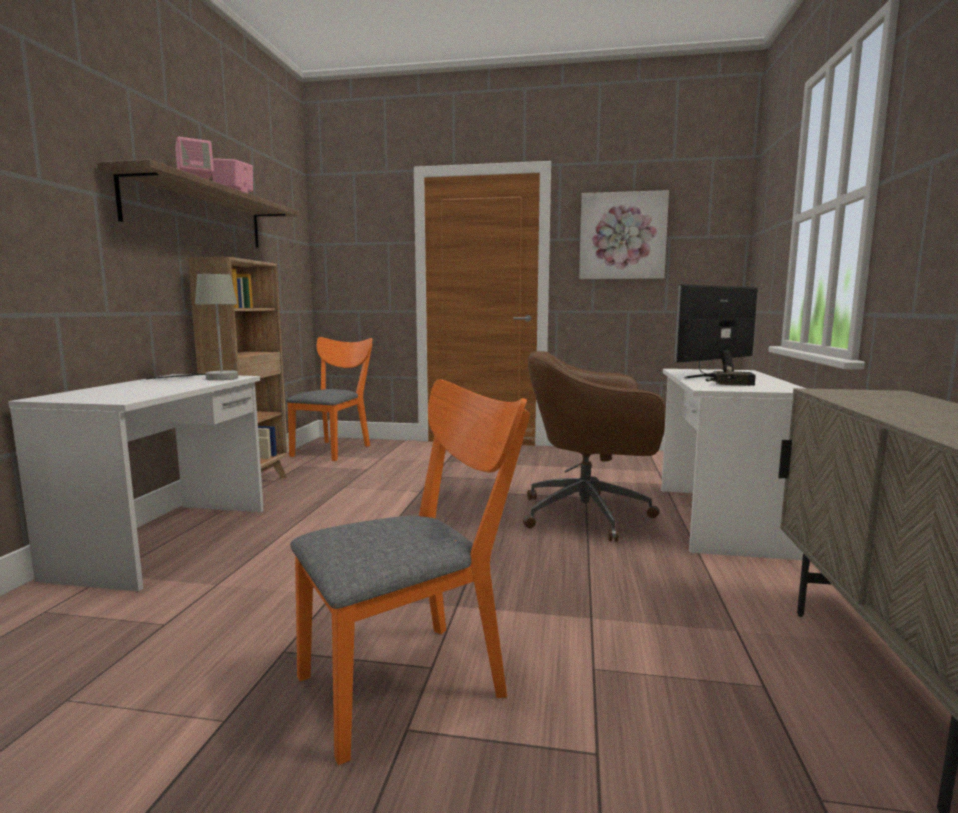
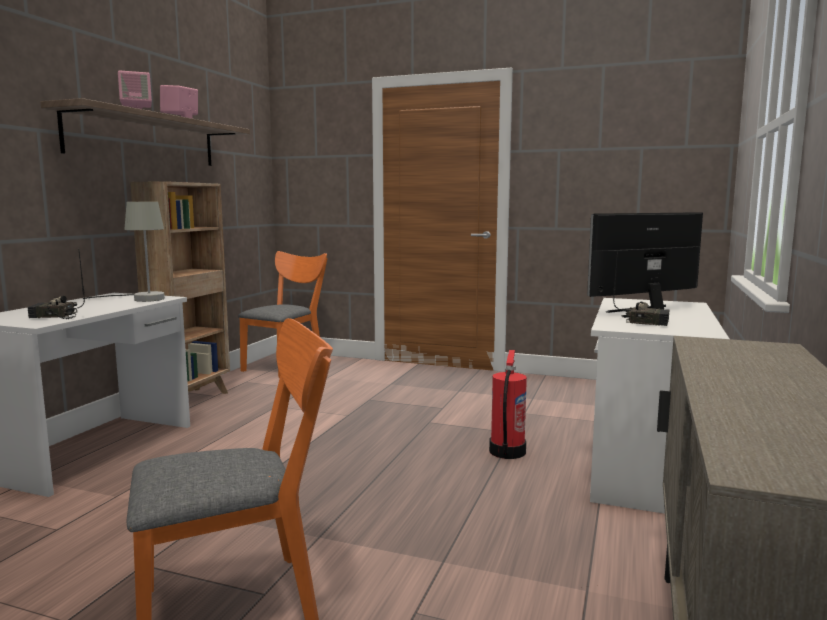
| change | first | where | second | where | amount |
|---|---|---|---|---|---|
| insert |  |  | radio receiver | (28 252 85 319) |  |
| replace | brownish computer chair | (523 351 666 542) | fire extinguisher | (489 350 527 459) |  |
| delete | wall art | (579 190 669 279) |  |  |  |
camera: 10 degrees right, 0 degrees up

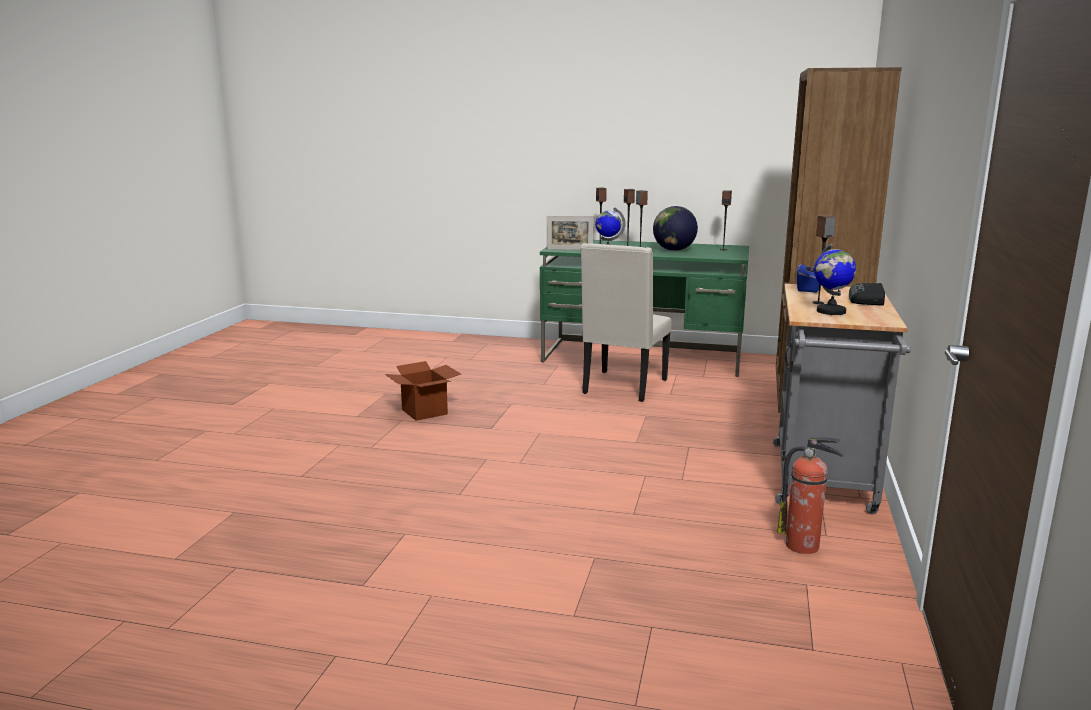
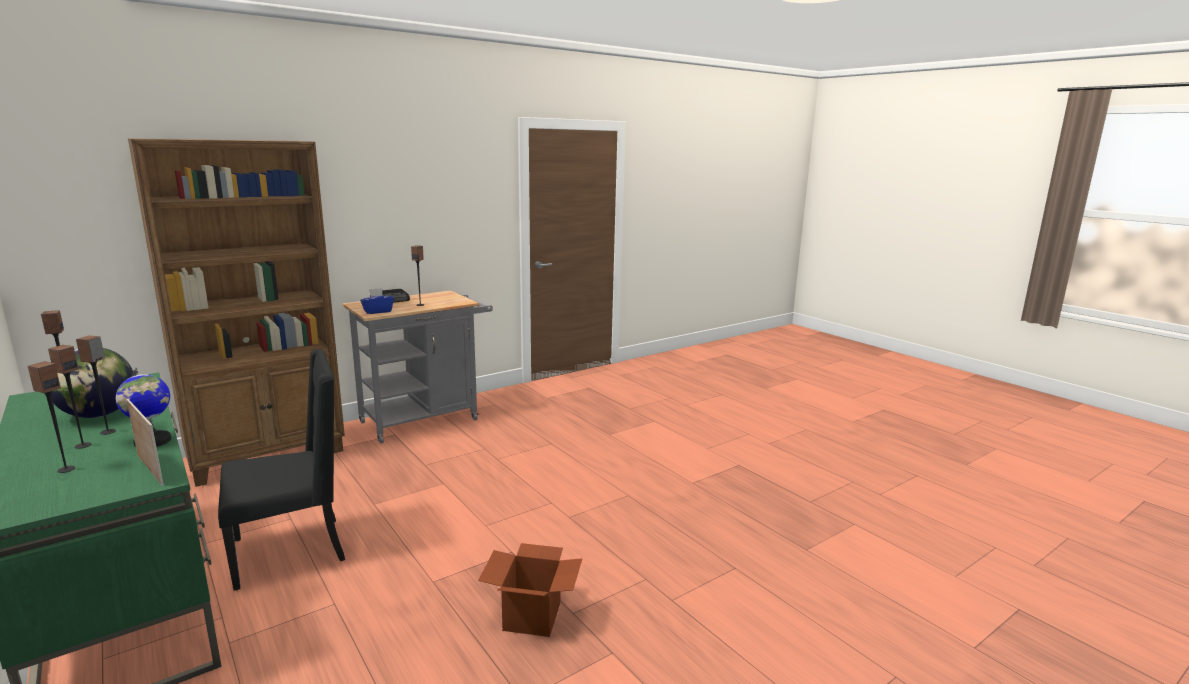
| change | first | where | second | where | amount |
|---|---|---|---|---|---|
| recolor | beige upright chair | (580 243 672 402) | black-coloured upright chair | (218 349 345 591) |  |
| delete | fire extinguisher | (777 437 843 554) |  |  |  |
| delete | desk globe | (814 243 856 315) |  |  |  |
camera: 140 degrees left, 0 degrees up

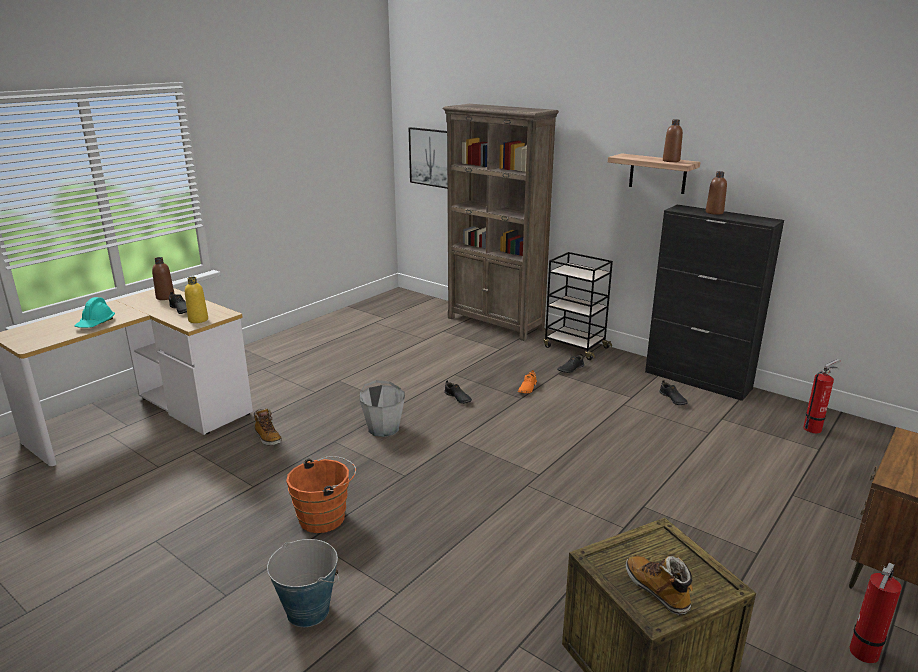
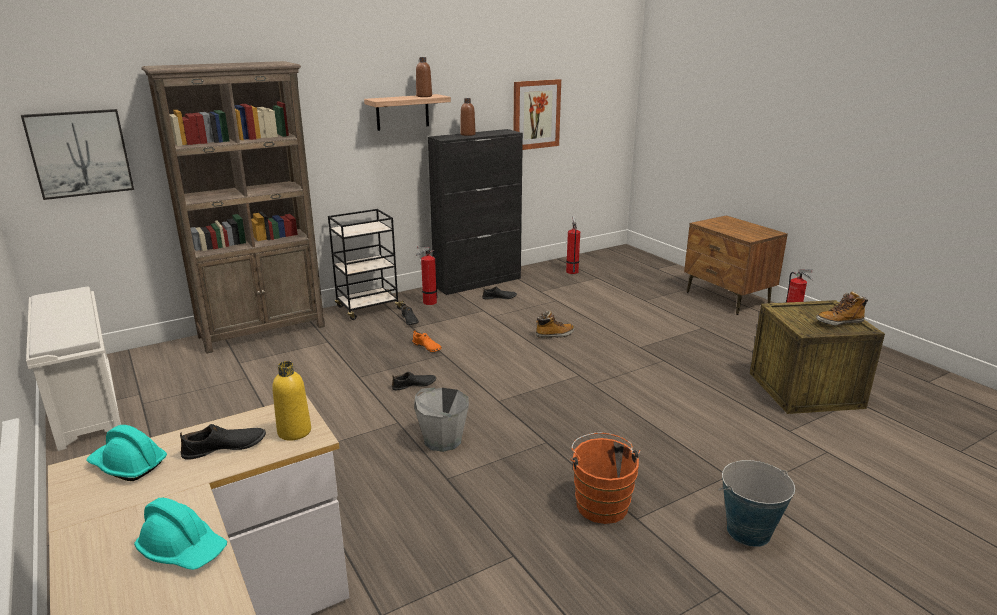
| change | first | where | second | where | amount |
|---|---|---|---|---|---|
| insert |  |  | white shoe rack | (26 287 121 451) |  |
| replace | brownish drink bottle | (152 257 175 300) | blue-green safety helmet | (86 425 167 481) |  |
| insert |  |  | fire extinguisher | (416 246 438 305) |  |
| insert |  |  | wall art | (513 79 561 150) |  |
| move | tall boot | (254 408 282 446) |  | (536 311 574 338) |  |
camera: 70 degrees left, 0 degrees up

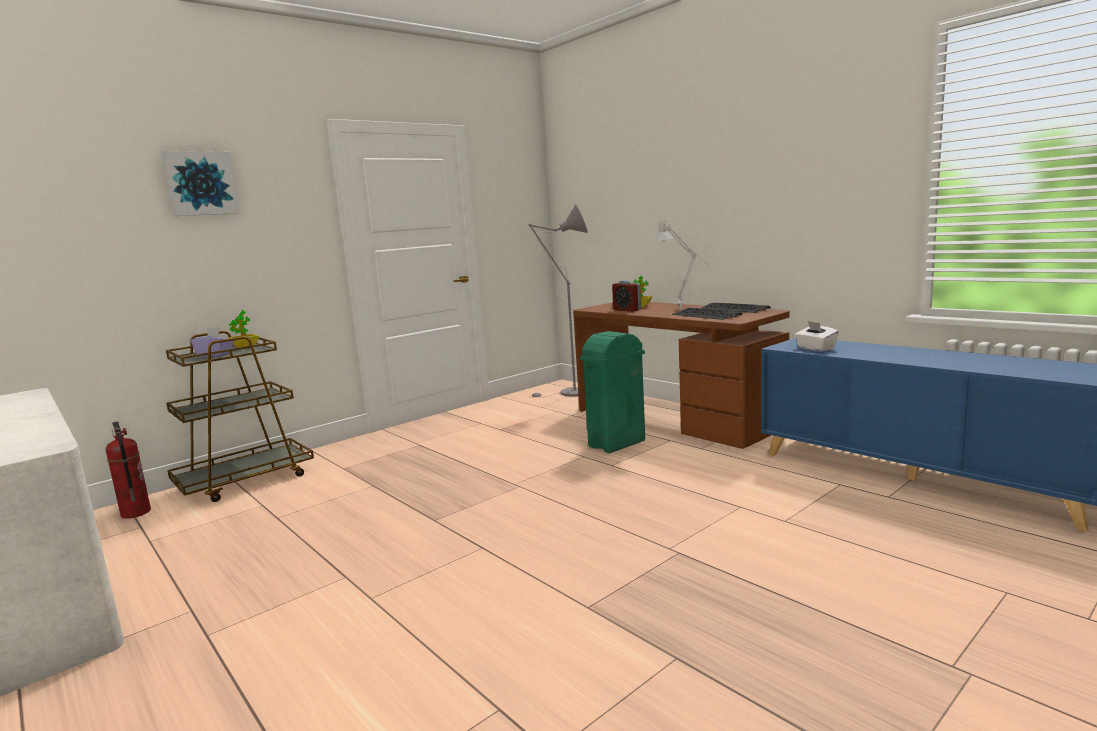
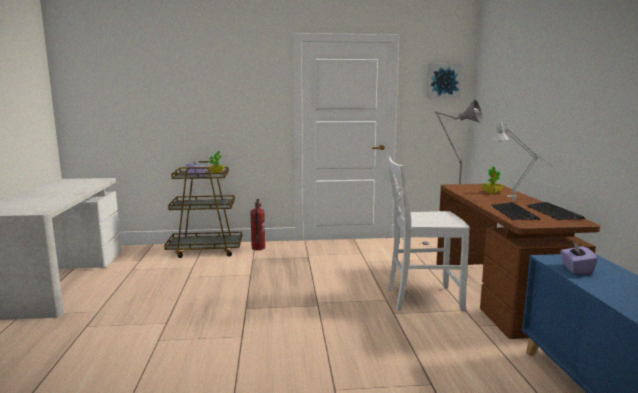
| change | first | where | second | where | amount |
|---|---|---|---|---|---|
| move | fire extinguisher | (106 421 151 519) |  | (250 199 265 250) |  |
| replace | green trash can | (580 331 645 453) | white upright chair | (388 156 470 311) |  |
| move | wall art | (161 151 240 216) |  | (427 63 463 99) |  |
| recolor | white tissue box | (795 321 839 351) | purple tissue box | (560 241 597 275) |  |
| delete | bedside clock | (612 280 641 312) |  |  |  |
camera: 35 degrees right, 0 degrees up

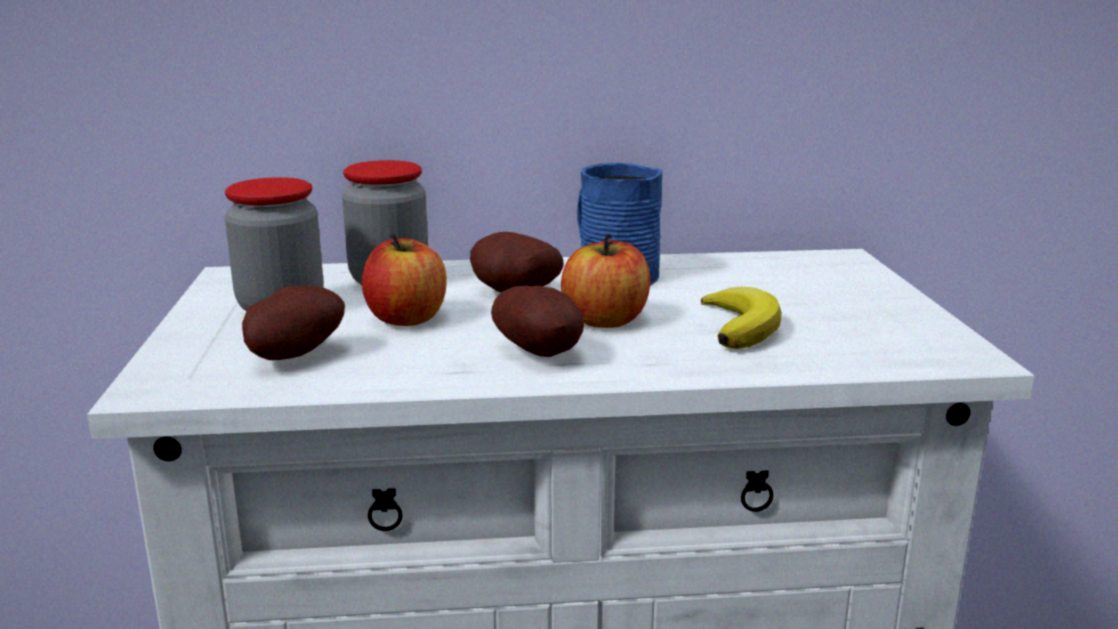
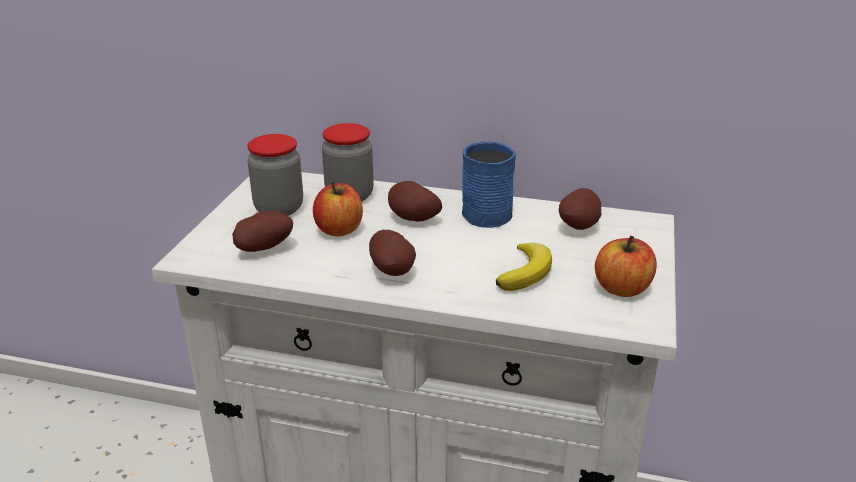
| change | first | where | second | where | amount |
|---|---|---|---|---|---|
| insert |  |  | potato | (559 188 602 230) |  |
| move | apple fruit | (561 234 651 328) |  | (595 236 657 297) |  |
camera: 20 degrees right, 10 degrees up

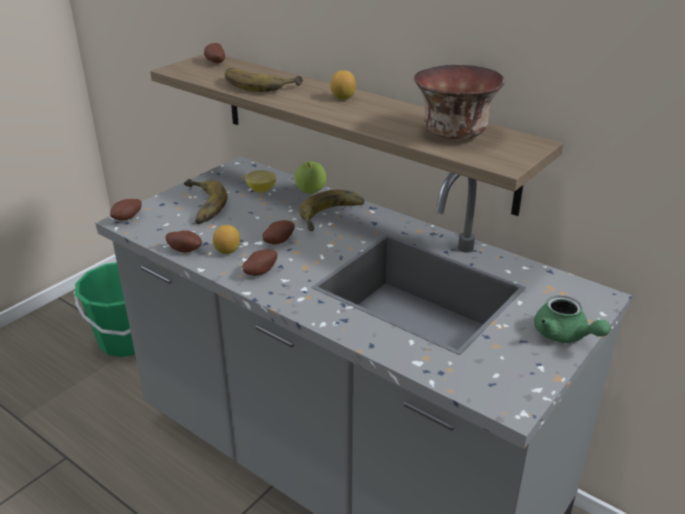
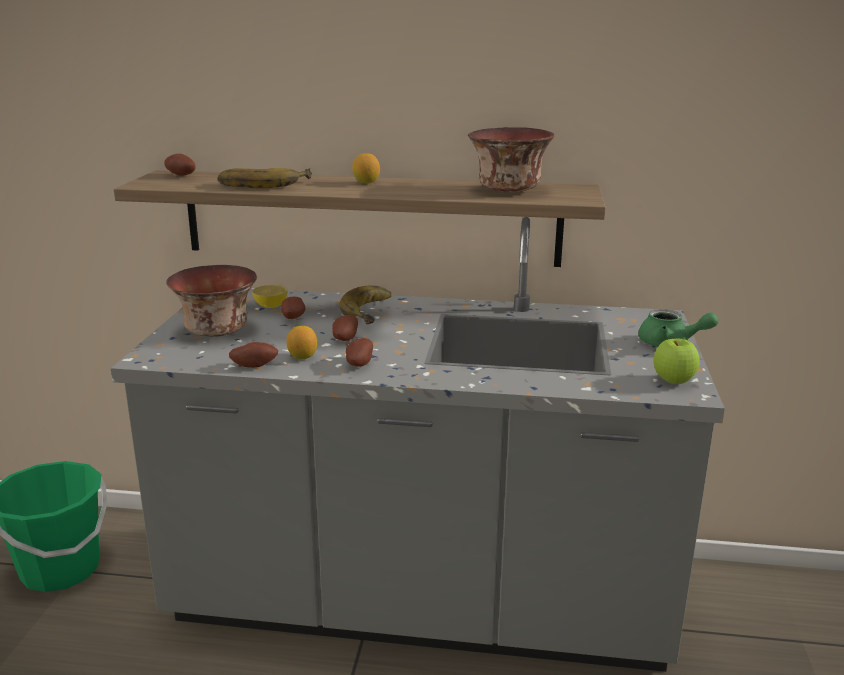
| change | first | where | second | where | amount |
|---|---|---|---|---|---|
| replace | banana | (184 179 227 224) | bowl | (166 265 257 337) |  |
| move | potato | (110 199 142 220) |  | (281 297 305 319) |  |
| move | apple fruit | (295 161 326 194) |  | (653 339 700 384) |  |
camera: 30 degrees left, 10 degrees down

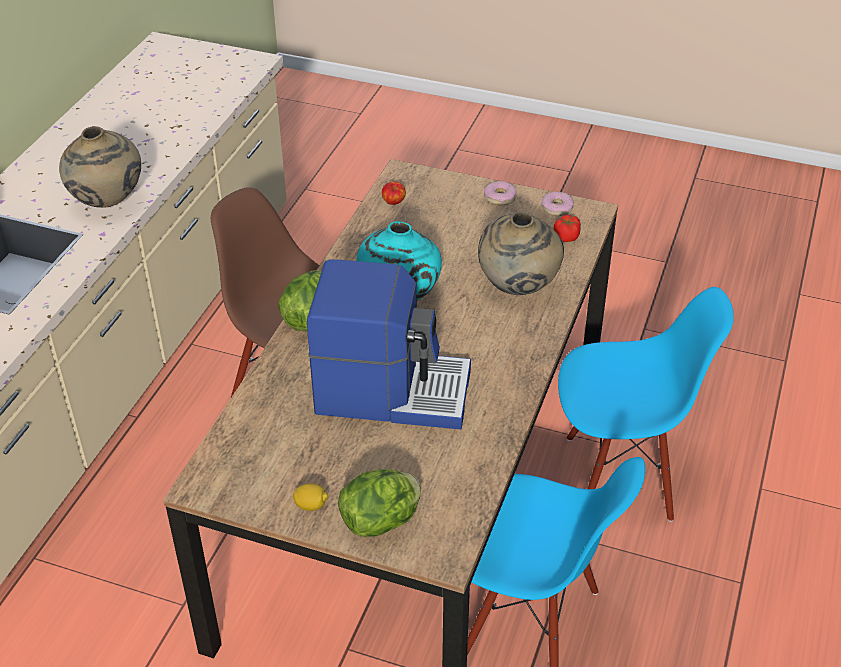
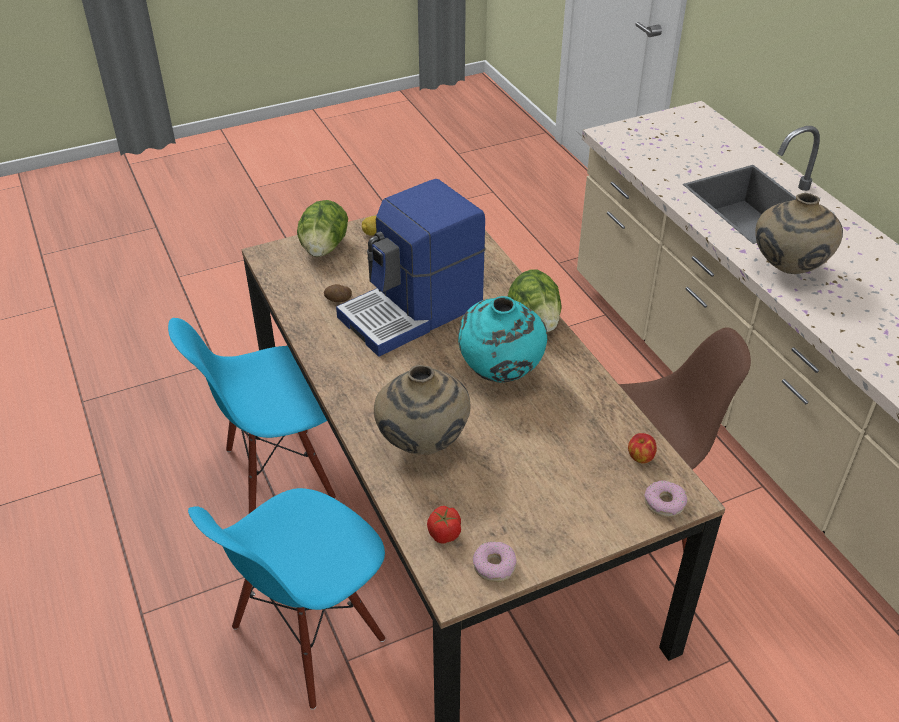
| change | first | where | second | where | amount |
|---|---|---|---|---|---|
| insert |  |  | potato | (324 284 352 302) |  |
| move | doughnut | (484 181 517 206) |  | (644 480 687 517) |  |
camera: 135 degrees right, 0 degrees up

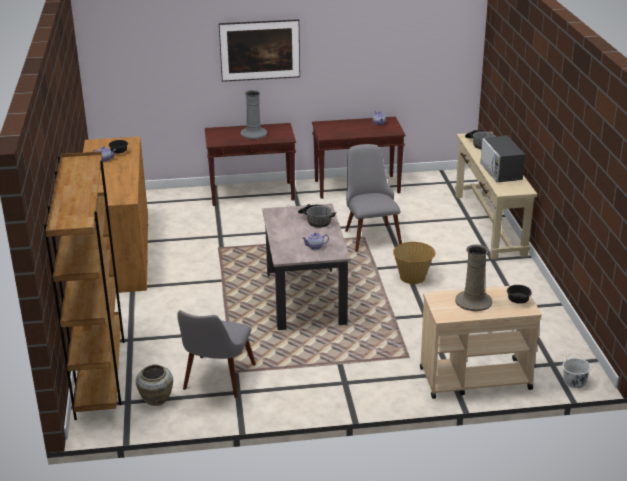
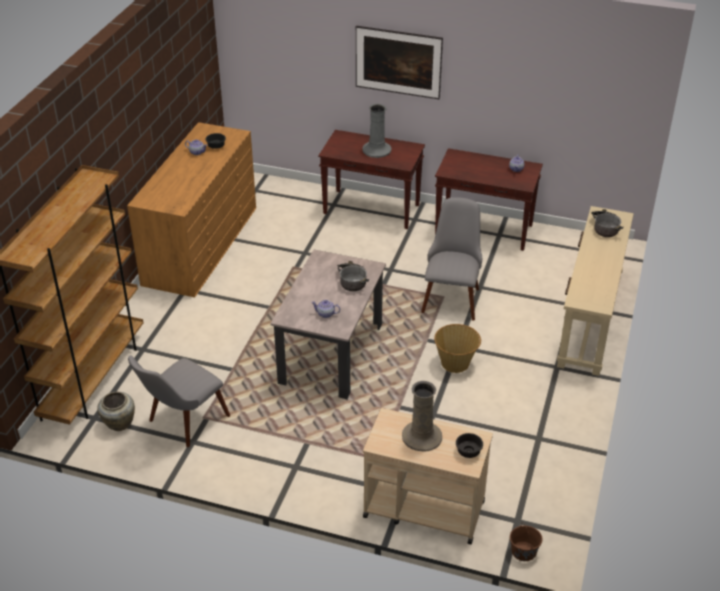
| change | first | where | second | where | amount |
|---|---|---|---|---|---|
| recolor | white water bucket | (562 353 591 388) | brownish water bucket | (510 524 543 561) |  |
| delete | microwave | (480 136 525 182) |  |  |  |
camera: 25 degrees right, 10 degrees up

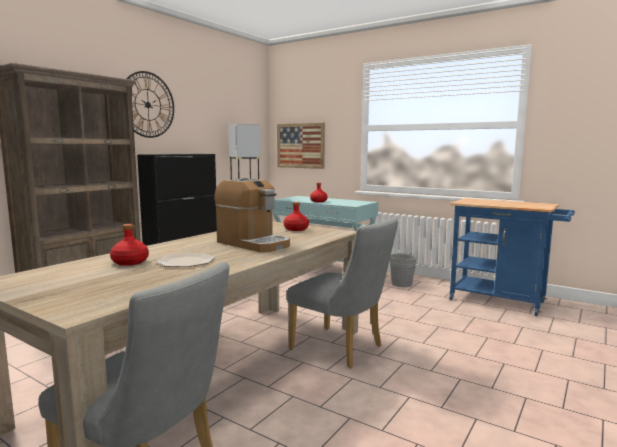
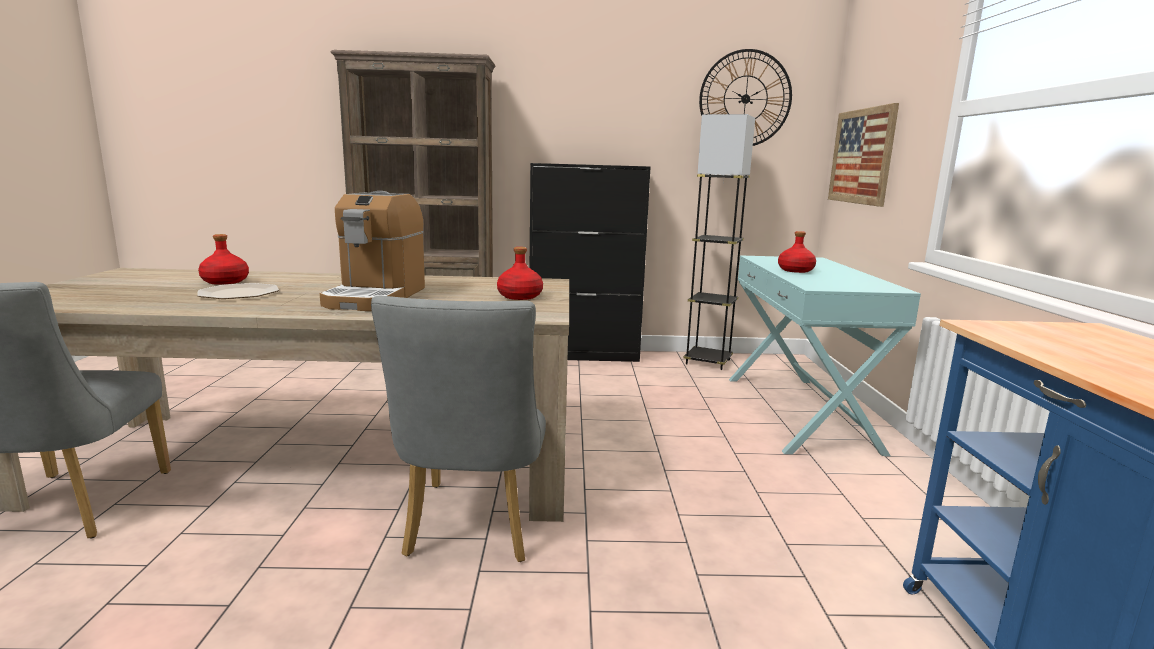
| change | first | where | second | where | amount |
|---|---|---|---|---|---|
| move | hanging clock | (126 71 174 138) |  | (699 49 792 146) |  |
| delete | grey water bucket | (390 253 417 287) |  |  |  |
camera: 55 degrees right, 5 degrees up

